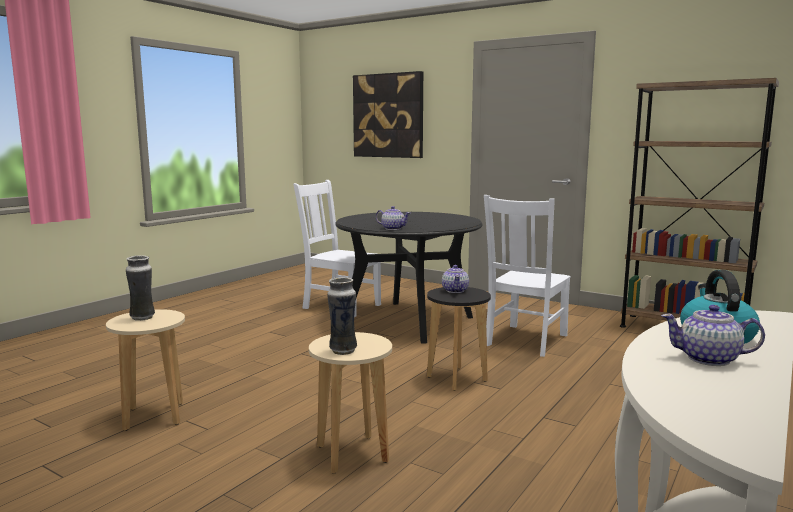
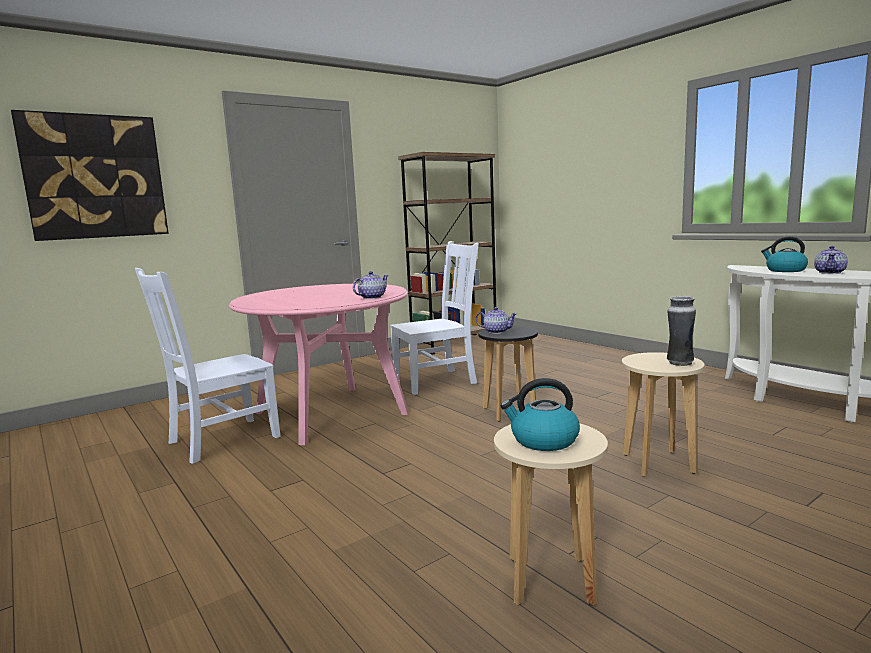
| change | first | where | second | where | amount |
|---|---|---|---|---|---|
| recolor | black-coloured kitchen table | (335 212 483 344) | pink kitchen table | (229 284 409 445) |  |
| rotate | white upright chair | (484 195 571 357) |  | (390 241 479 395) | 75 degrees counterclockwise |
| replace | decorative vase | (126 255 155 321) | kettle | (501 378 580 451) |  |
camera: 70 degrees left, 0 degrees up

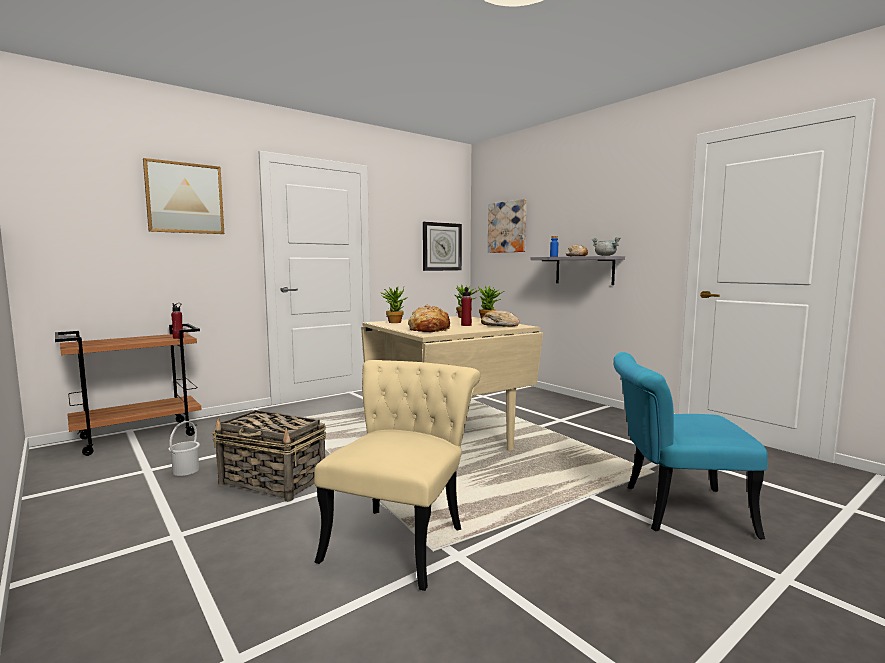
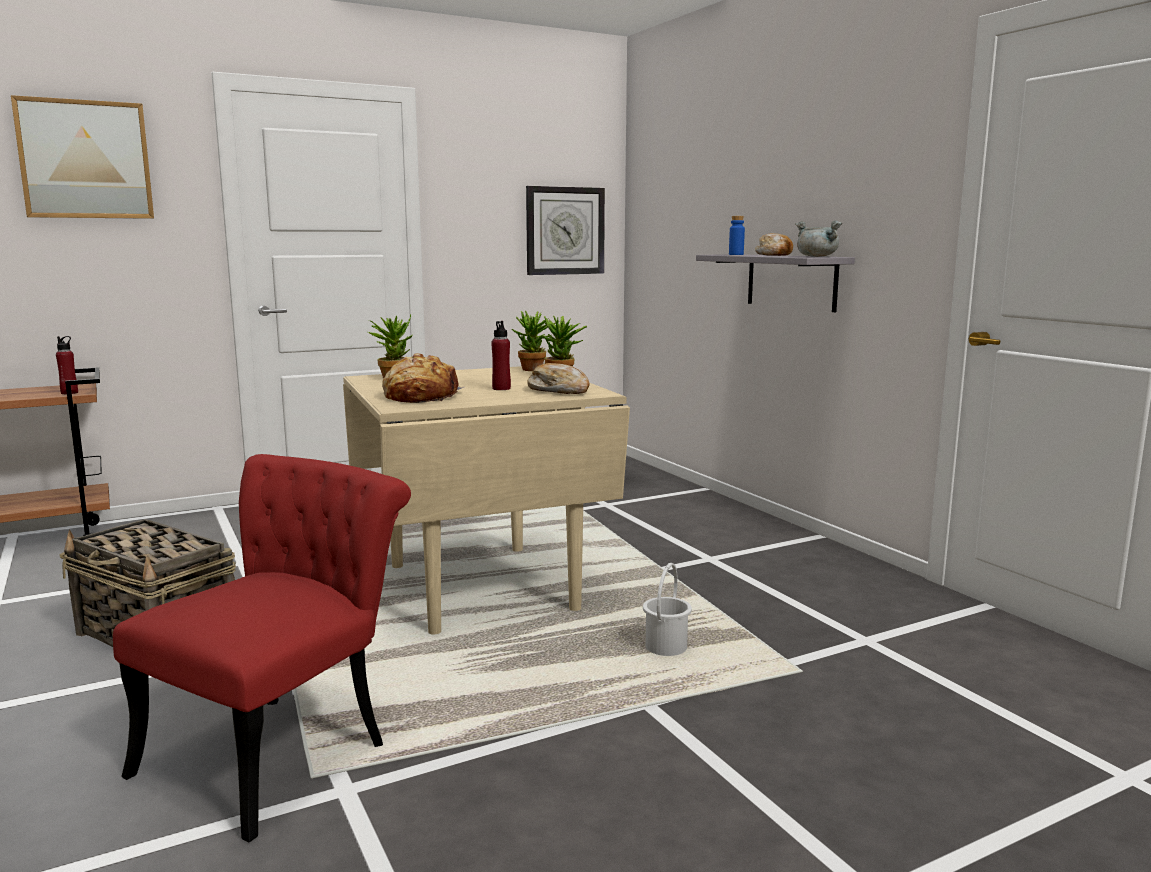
| change | first | where | second | where | amount |
|---|---|---|---|---|---|
| recolor | beige upright chair | (314 360 480 591) | red upright chair | (113 454 411 842) |  |
| move | white water bucket | (168 421 200 476) |  | (643 563 692 656) |  |
| delete | wall art | (488 199 526 253) |  |  |  |
| delete | blue-green upright chair | (613 352 768 539) |  |  |  |
camera: 10 degrees right, 5 degrees up

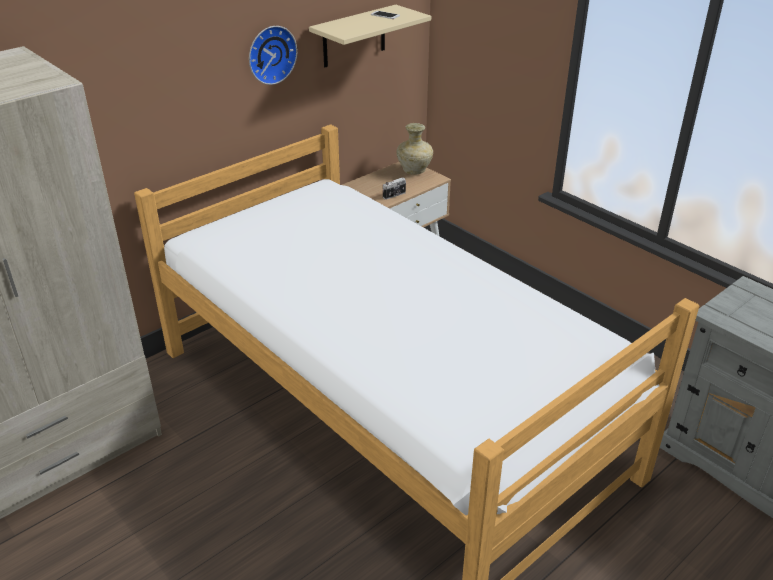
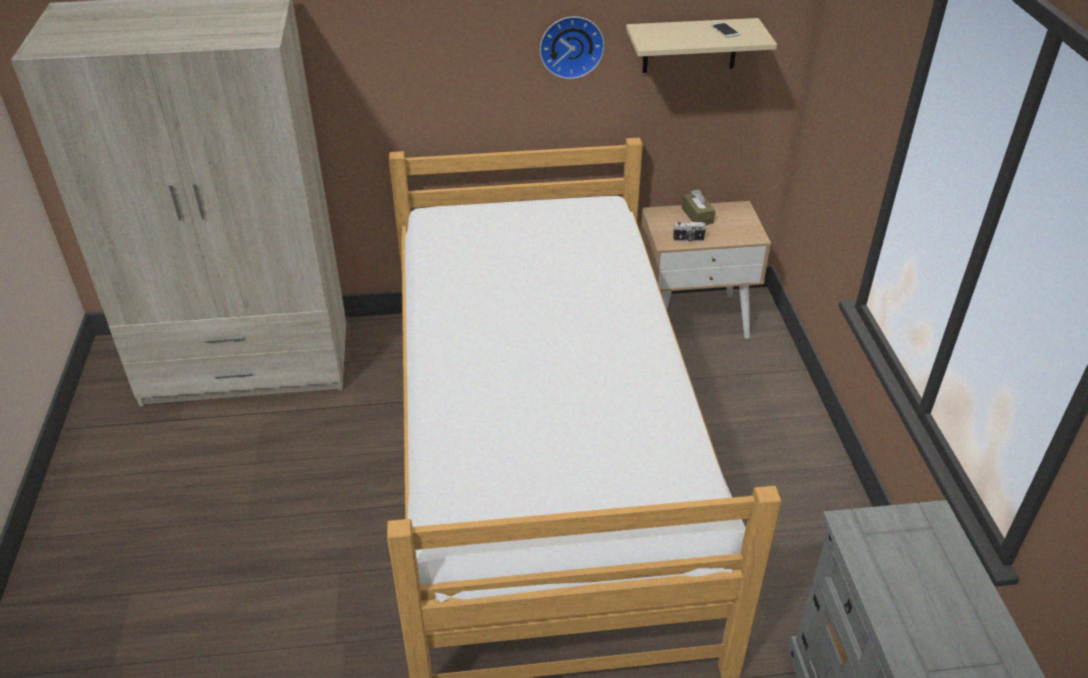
| change | first | where | second | where | amount |
|---|---|---|---|---|---|
| insert |  |  | brownish tissue box | (682 189 715 225) |  |
| delete | beige decorative vase | (396 123 433 175) |  |  |  |
camera: 35 degrees right, 5 degrees up

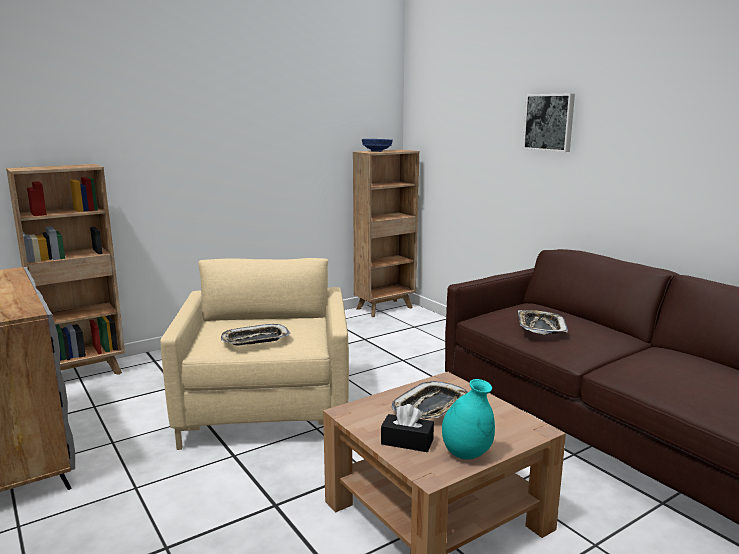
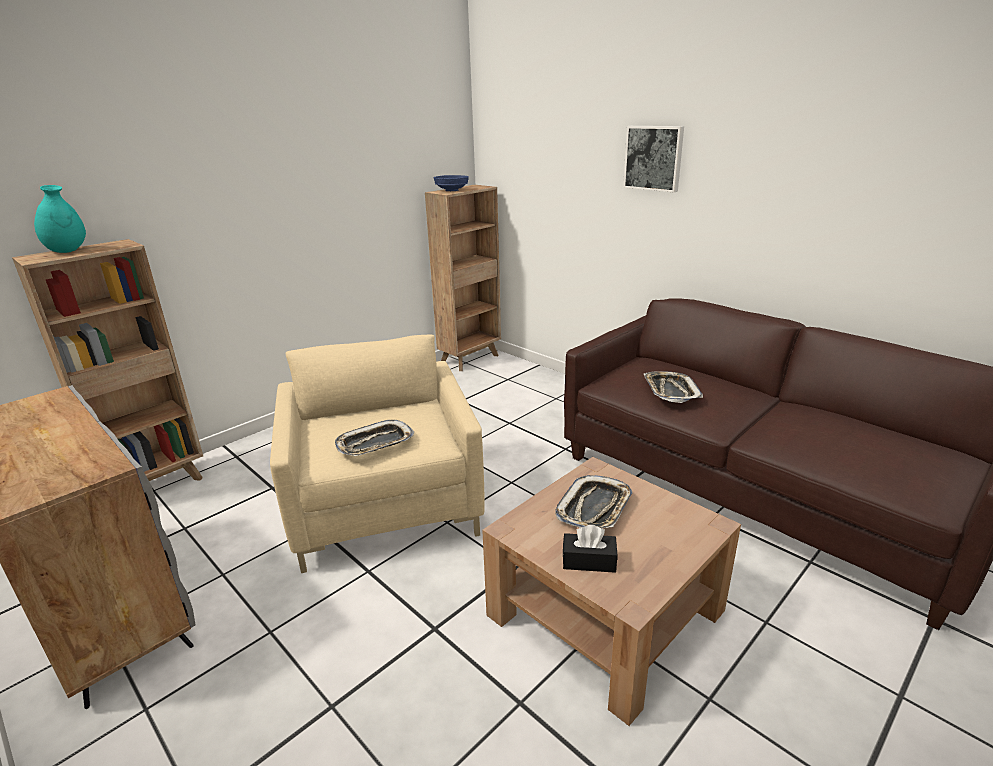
| change | first | where | second | where | amount |
|---|---|---|---|---|---|
| move | blue-green decorative vase | (442 379 495 460) |  | (34 185 86 253) |  |
camera: 10 degrees left, 10 degrees up

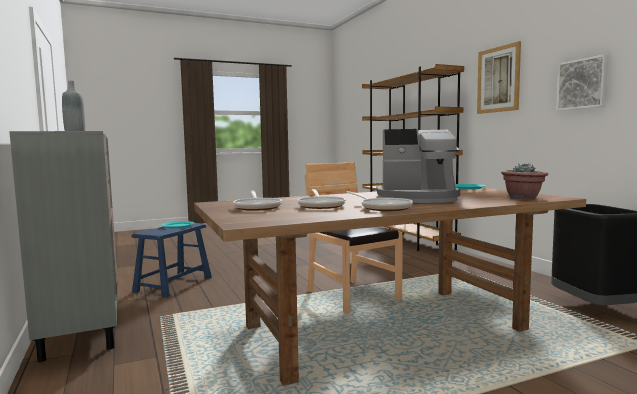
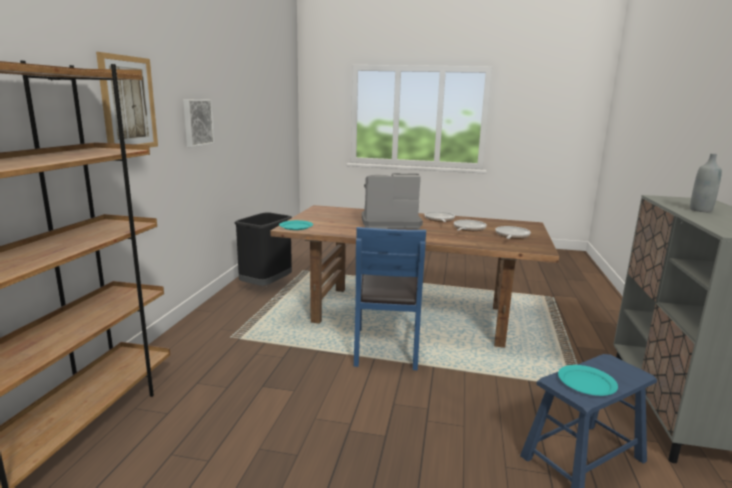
| change | first | where | second | where | amount |
|---|---|---|---|---|---|
| recolor | brownish upright chair | (305 162 403 314) | blue upright chair | (354 227 426 370) |  |
| rotate | coffee brewer | (377 129 460 203) |  | (362 174 423 229) | 45 degrees counterclockwise |
| delete | potted plant | (501 164 548 199) |  |  |  |
camera: 145 degrees left, 10 degrees up

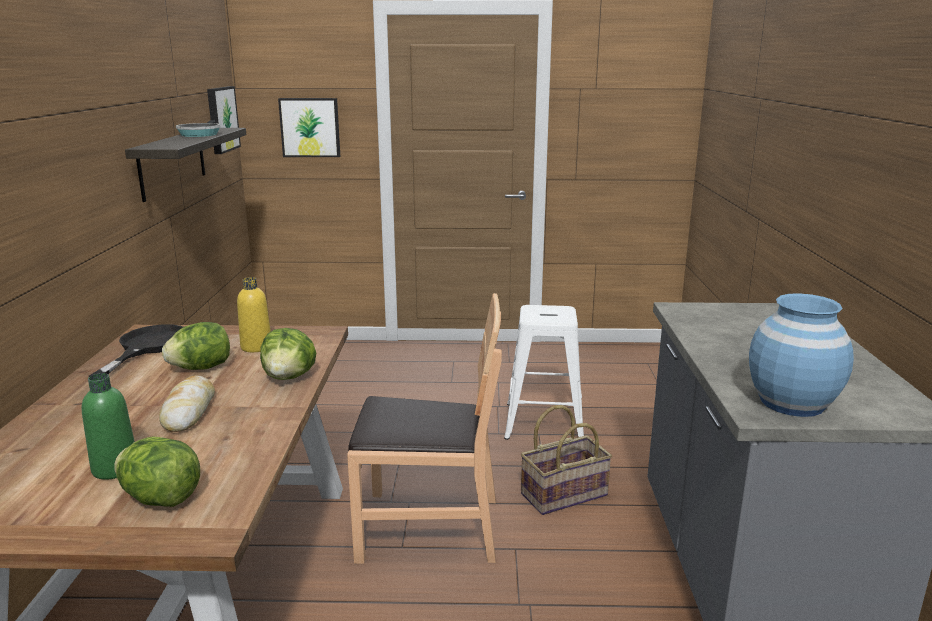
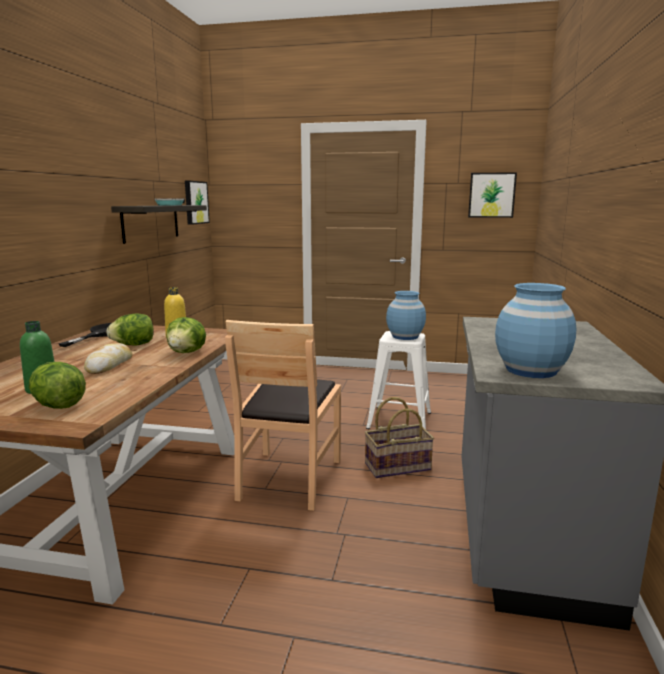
| change | first | where | second | where | amount |
|---|---|---|---|---|---|
| rotate | brownish upright chair | (347 293 502 564) |  | (225 320 341 511) | 90 degrees clockwise |
| insert |  |  | blue decorative vase | (386 291 426 340) |  |
| move | wall art | (278 98 340 157) |  | (468 172 517 218) |  |
camera: 10 degrees right, 5 degrees down

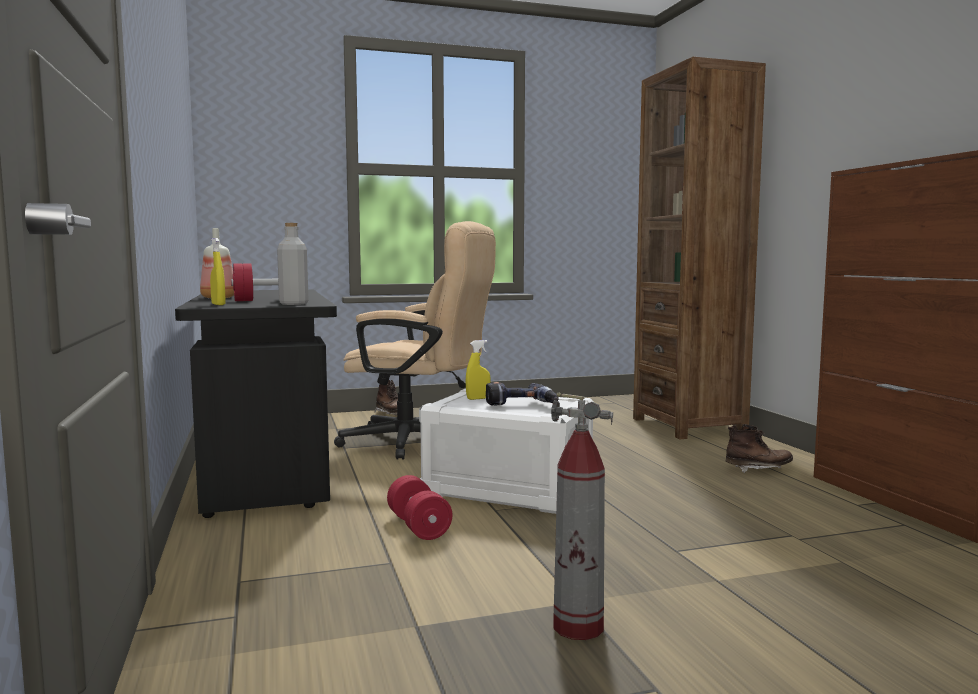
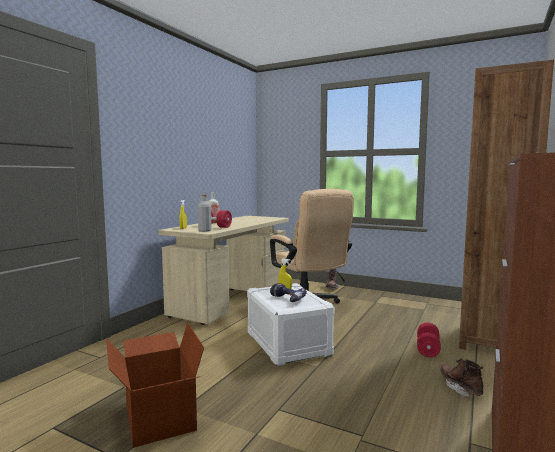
| change | first | where | second | where | amount |
|---|---|---|---|---|---|
| replace | fire extinguisher | (551 392 613 640) | carton | (106 322 204 448) |  |
| recolor | black-coloured desk | (175 289 337 518) | beige desk | (159 216 289 325) |  |
| move | red free weight | (387 475 453 540) |  | (417 323 441 357) |  |
| rotate | brownish tall boot | (726 424 793 473) |  | (440 358 483 397) | 150 degrees counterclockwise |
camera: 45 degrees right, 0 degrees up

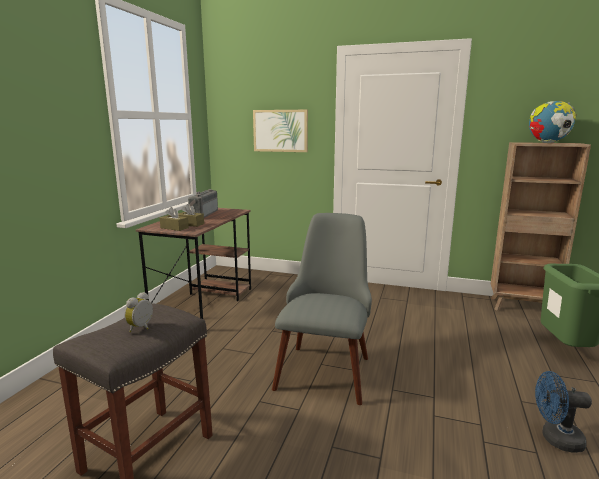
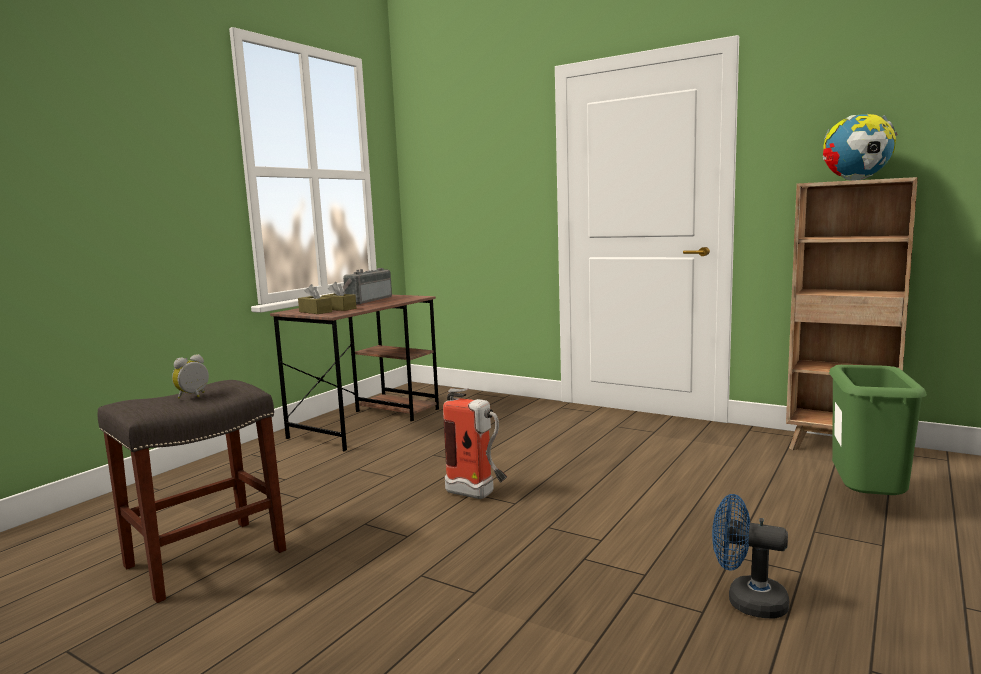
| change | first | where | second | where | amount |
|---|---|---|---|---|---|
| replace | grey upright chair | (272 213 372 405) | fire extinguisher | (443 388 508 499) |  |
| delete | wall art | (253 110 308 152) |  |  |  |
camera: 15 degrees right, 5 degrees down

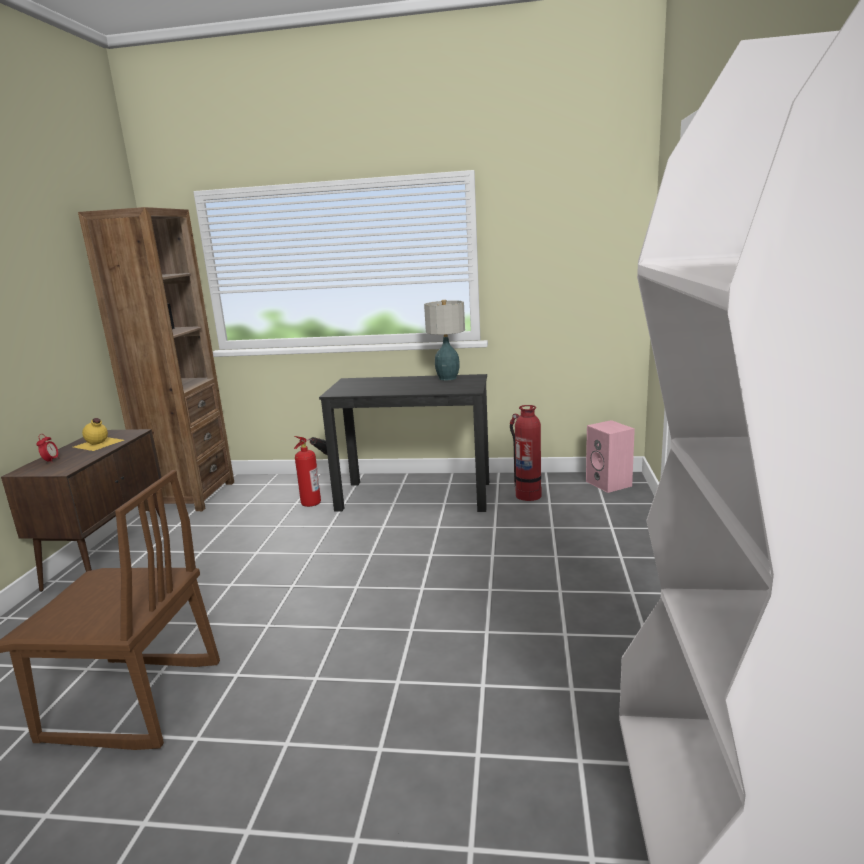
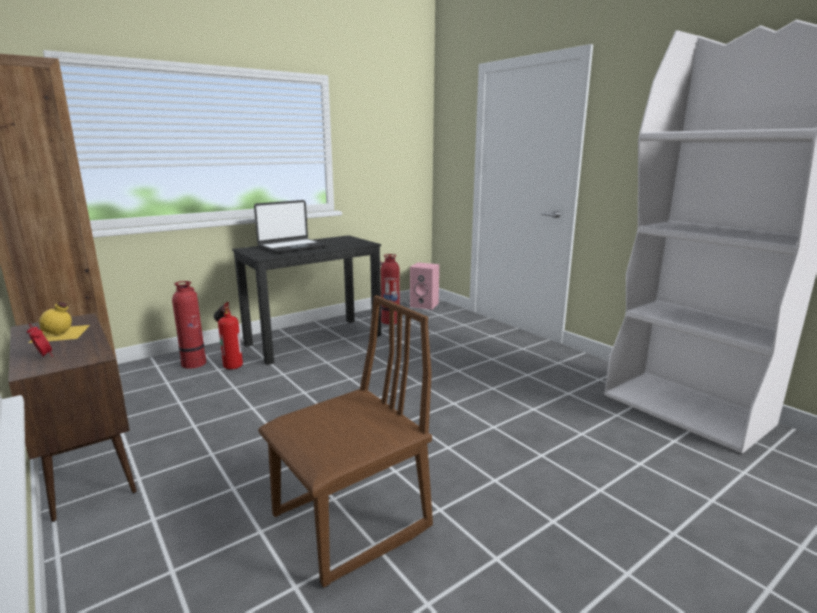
| change | first | where | second | where | amount |
|---|---|---|---|---|---|
| insert |  |  | fire extinguisher | (172 281 206 369) |  |
| insert |  |  | portable computer | (254 200 327 254) |  |
| delete | table lamp | (424 300 465 380) |  |  |  |
camera: 45 degrees left, 0 degrees up

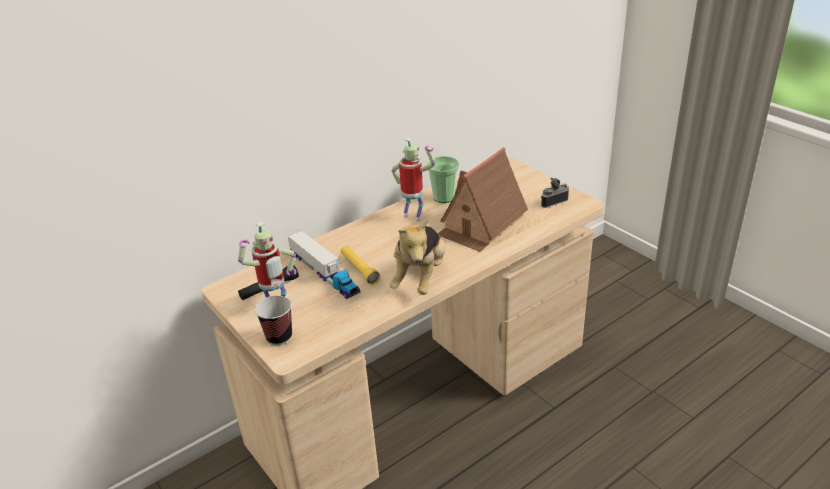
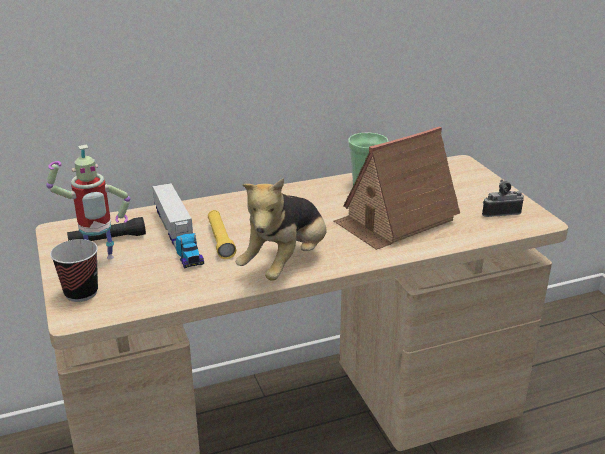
| change | first | where | second | where | amount |
|---|---|---|---|---|---|
| delete | robot figure | (392 138 436 222) |  |  |  |
camera: 15 degrees right, 5 degrees down

